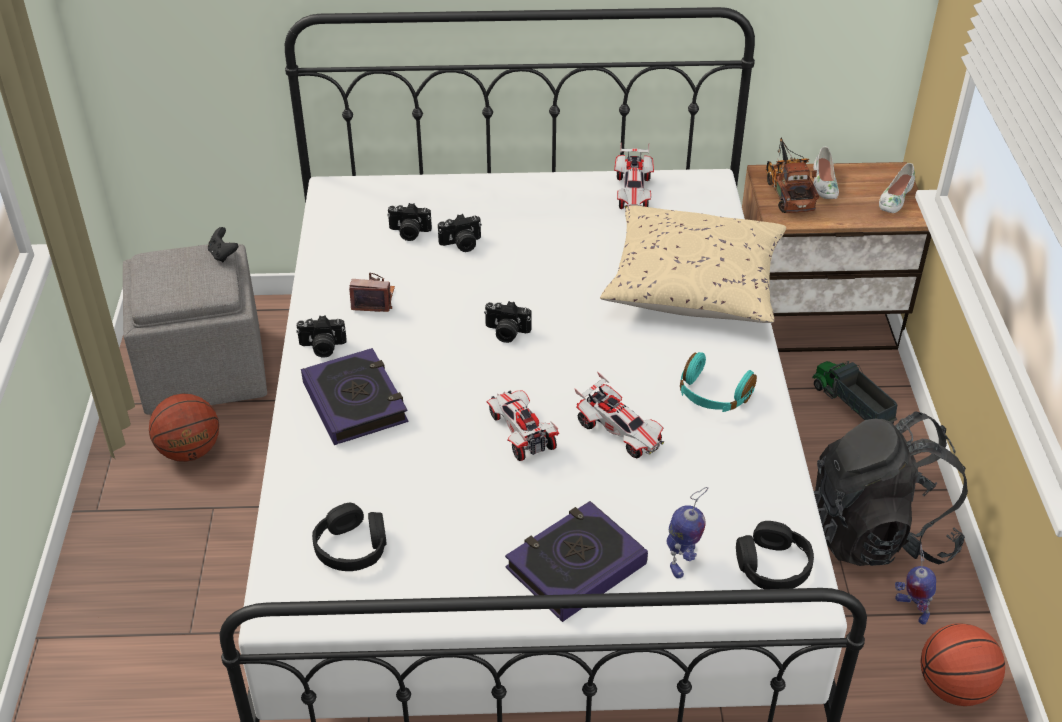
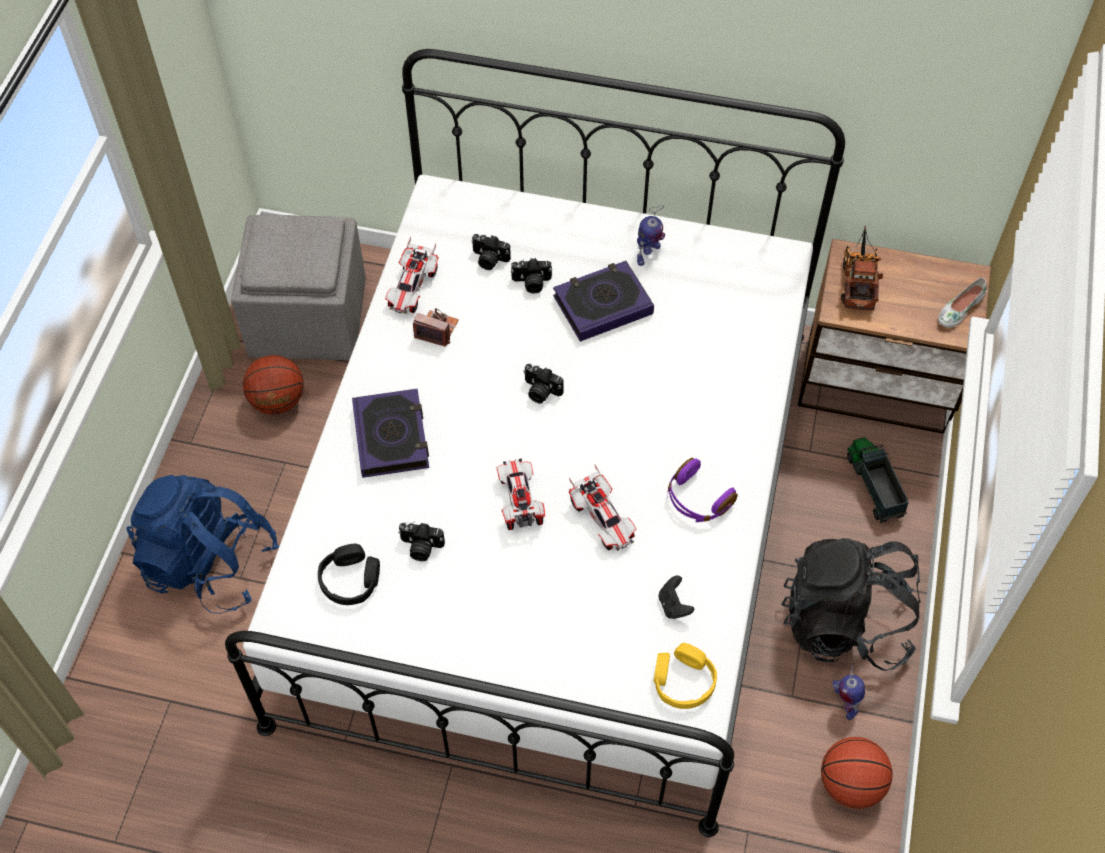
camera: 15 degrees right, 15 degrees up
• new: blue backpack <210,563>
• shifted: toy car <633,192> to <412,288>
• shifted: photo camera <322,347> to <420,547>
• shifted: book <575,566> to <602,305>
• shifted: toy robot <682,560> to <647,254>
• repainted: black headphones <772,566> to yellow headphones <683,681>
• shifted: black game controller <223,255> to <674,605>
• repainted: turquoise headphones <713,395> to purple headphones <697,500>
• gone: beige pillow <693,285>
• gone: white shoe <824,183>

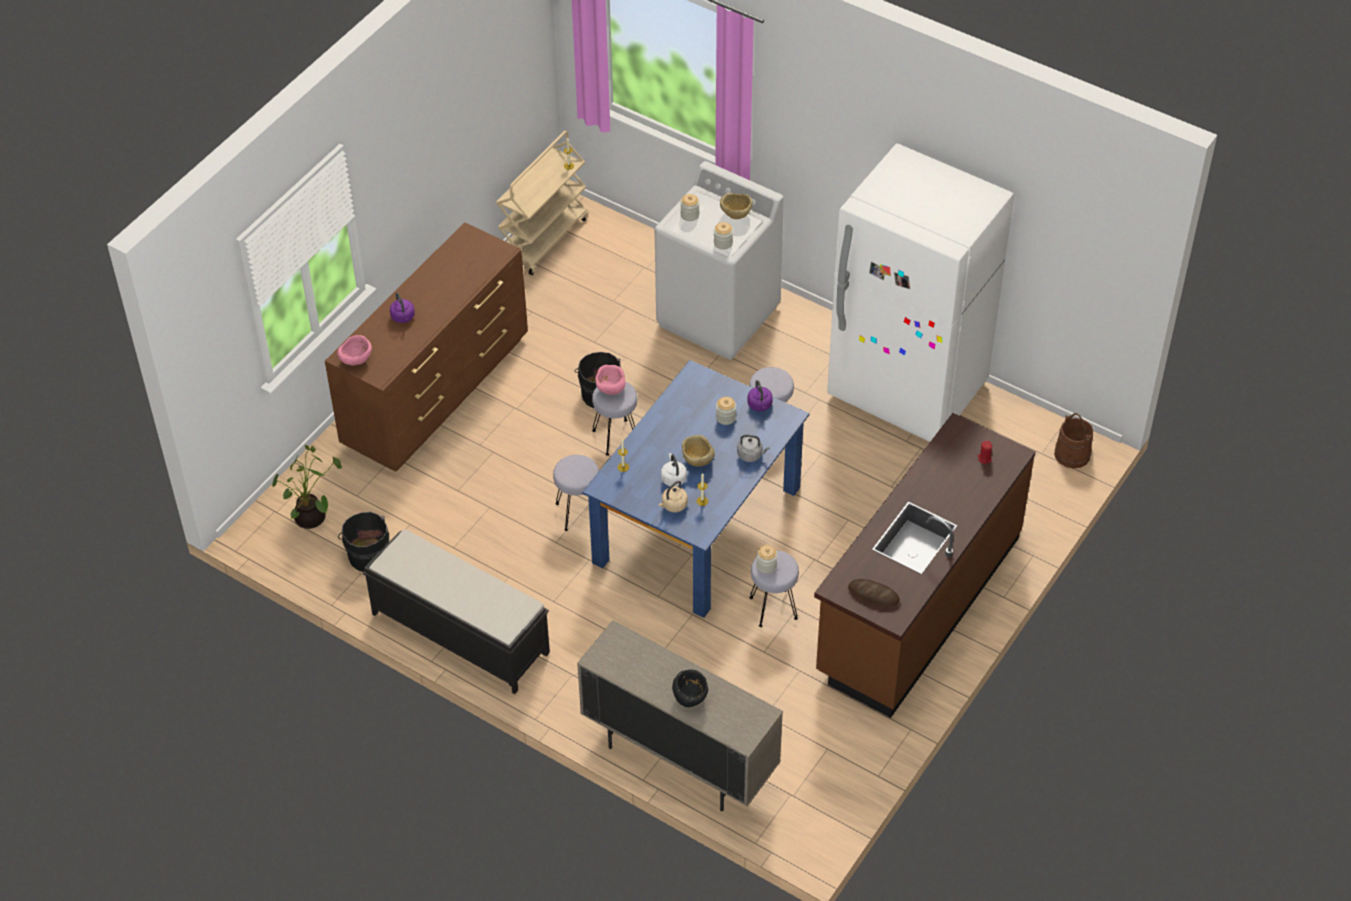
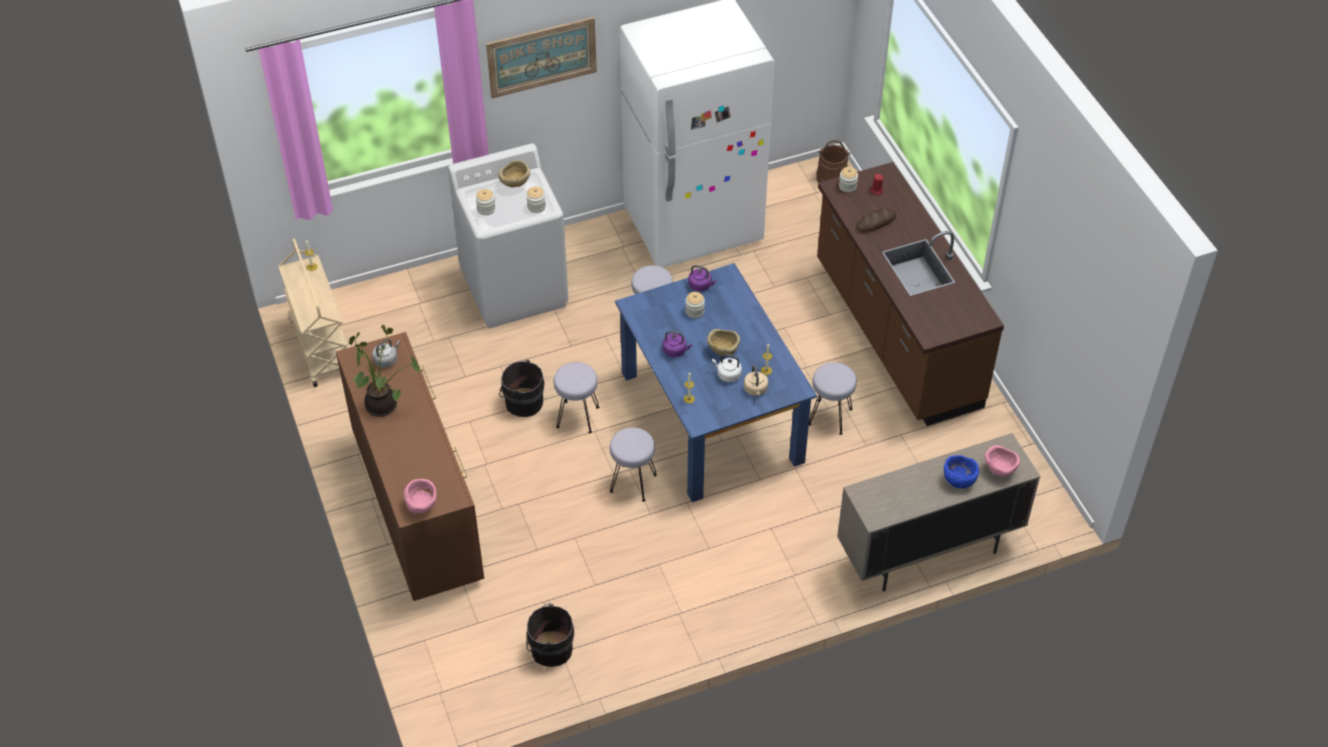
camera: 55 degrees left, 0 degrees up
• shifted: potted plant <312,519> to <384,405>
• shifted: grey kettle <751,455> to <386,360>
• new: picture <542,57>
• shifted: purple kettle <403,317> to <676,351>
• shifted: jar <766,566> to <847,186>
• shifted: bread <873,595> to <876,222>
• repainted: black bowl <691,698> to blue bowl <958,480>
• shifted: pink bowl <610,389> to <999,470>
• gone: black bench <459,633>

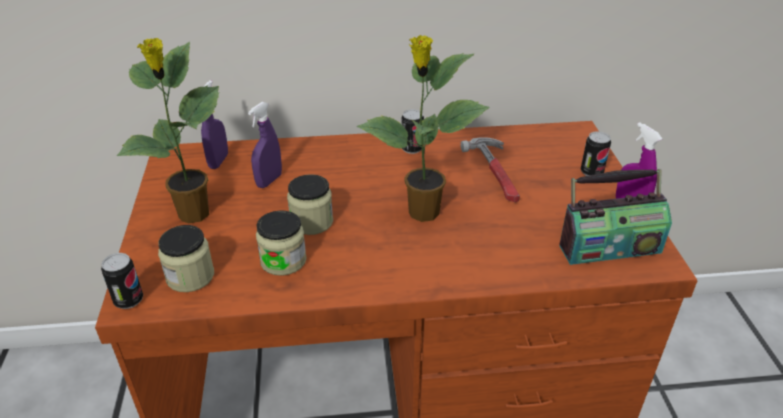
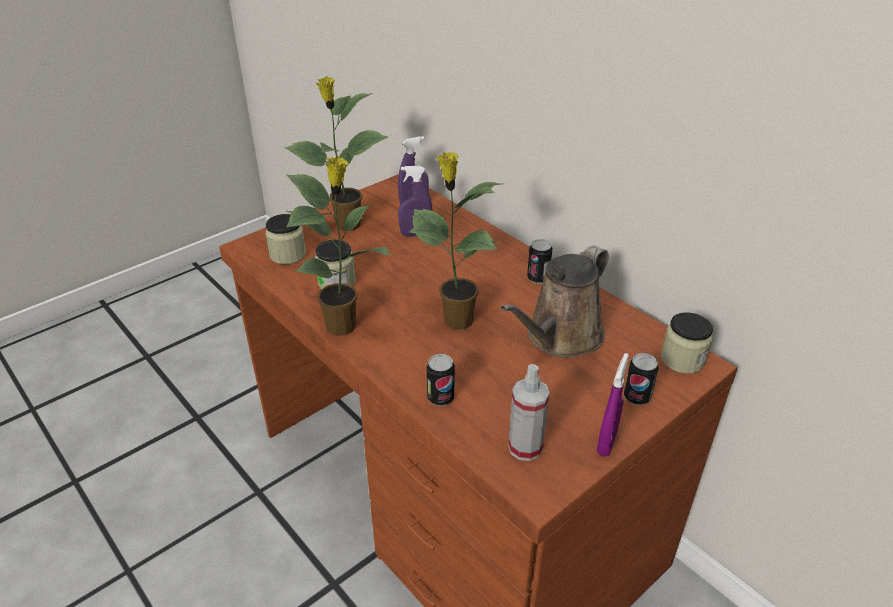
camera: 55 degrees right, 0 degrees up
• new: potted plant <343,326>
• shifted: can <129,300> to <440,398>
• swapped: hammer <496,173> to brown watering can <560,337>
• swapped: radio <608,247> to spray bottle <525,447>
• shifted: jar <311,222> to <682,359>

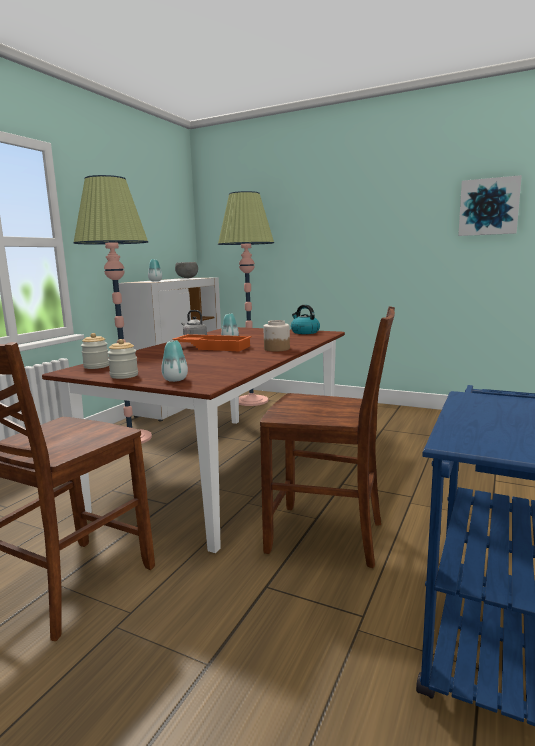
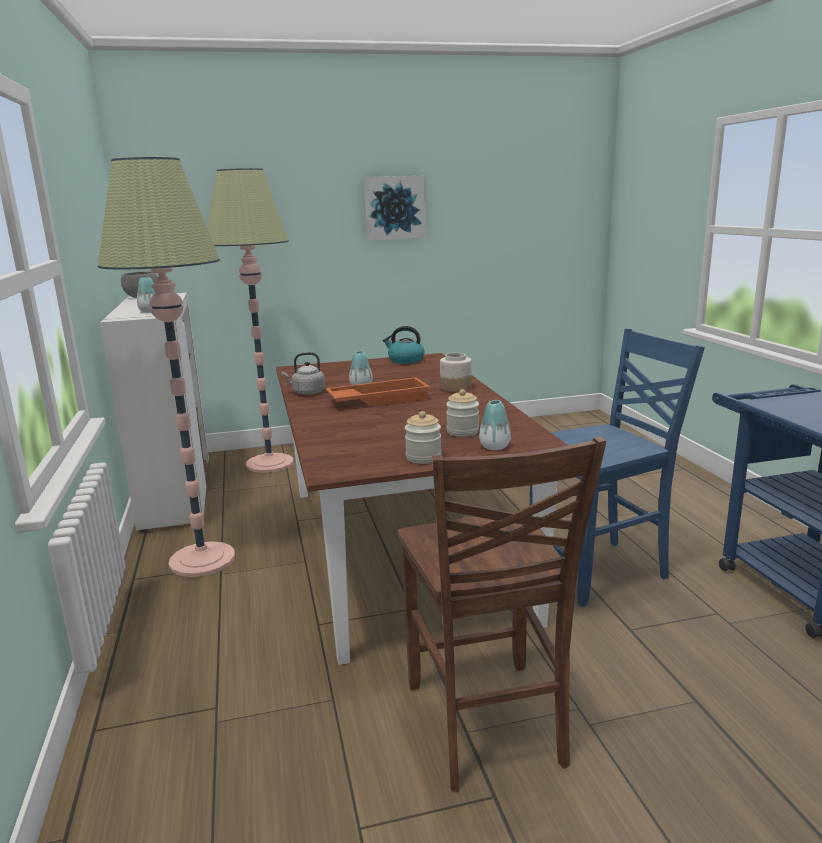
camera: 40 degrees left, 5 degrees up
• shifted: picture <489,207> to <394,208>
• shifted: jar <96,366> to <462,432>
• repainted: brown chair <328,537> to blue chair <601,571>

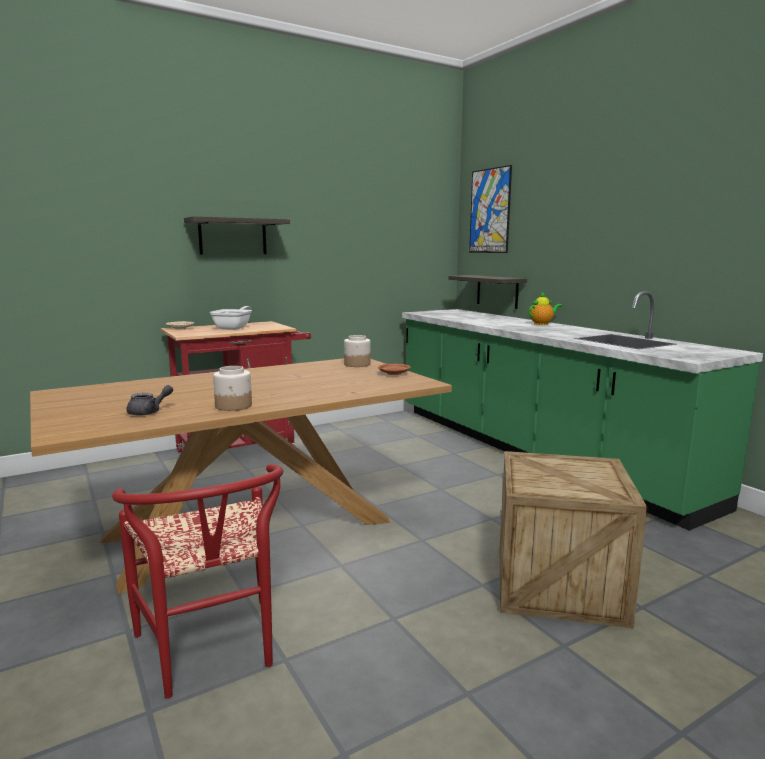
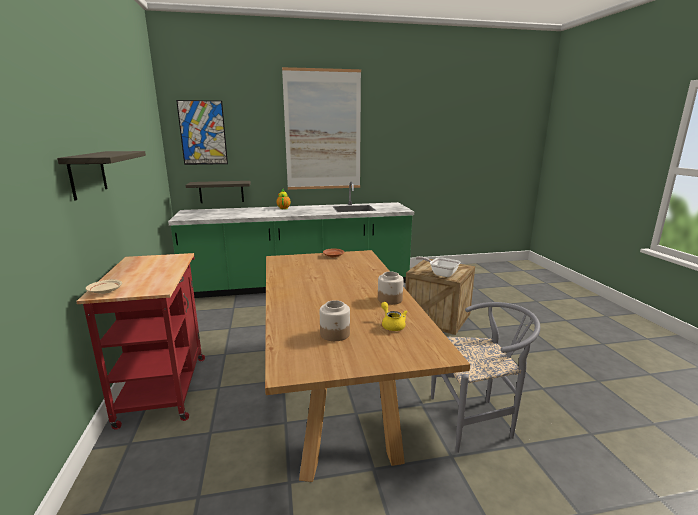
camera: 70 degrees left, 5 degrees up
• new: picture <323,131>
• shifted: jar <357,364> to <335,334>
• repainted: grey teapot <149,412> to yellow teapot <392,325>
• shifted: frying pan <234,328> to <441,273>
• repainted: red chair <212,653> to grey chair <477,420>

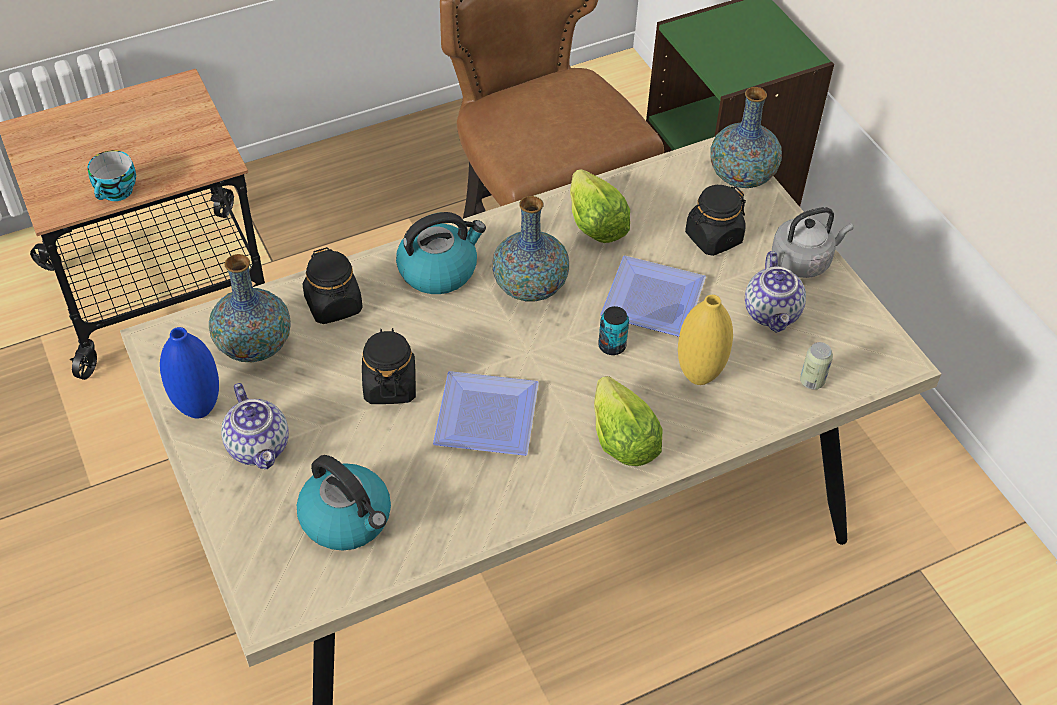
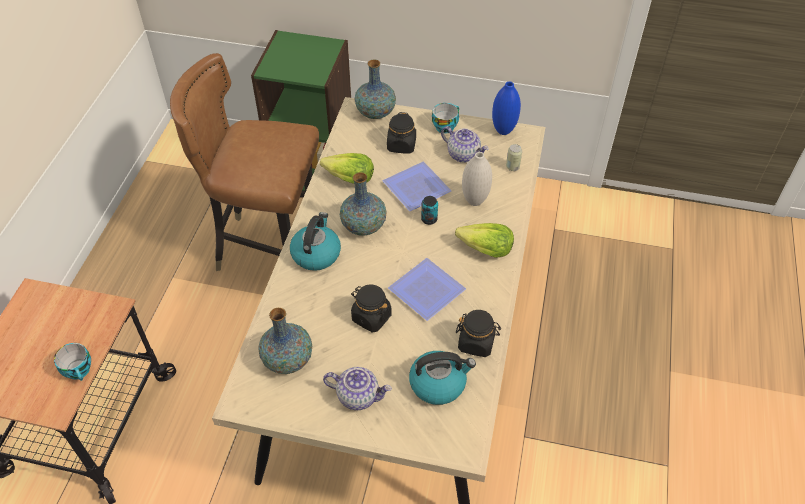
camera: 50 degrees left, 0 degrees up
• swapped: grey kettle <803,261> to cup <445,126>
• shifted: black jar <334,305> to <476,343>
• repainted: yellow vase <699,375> to white vase <474,201>
• shifted: blue vase <198,408> to <503,130>

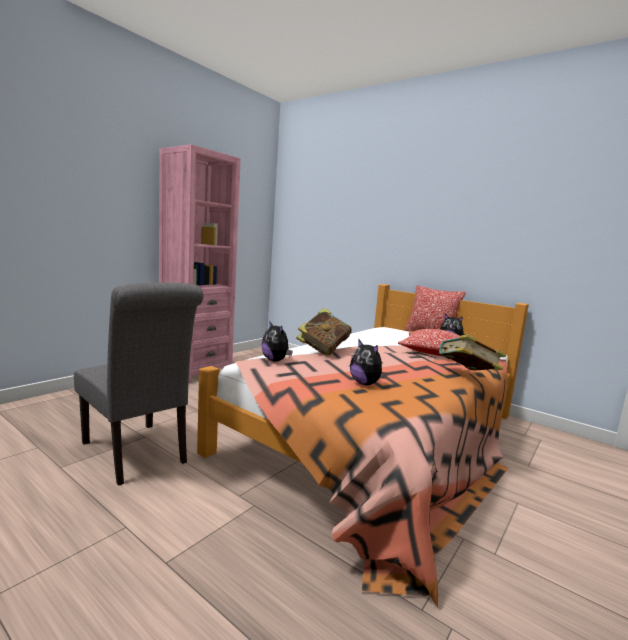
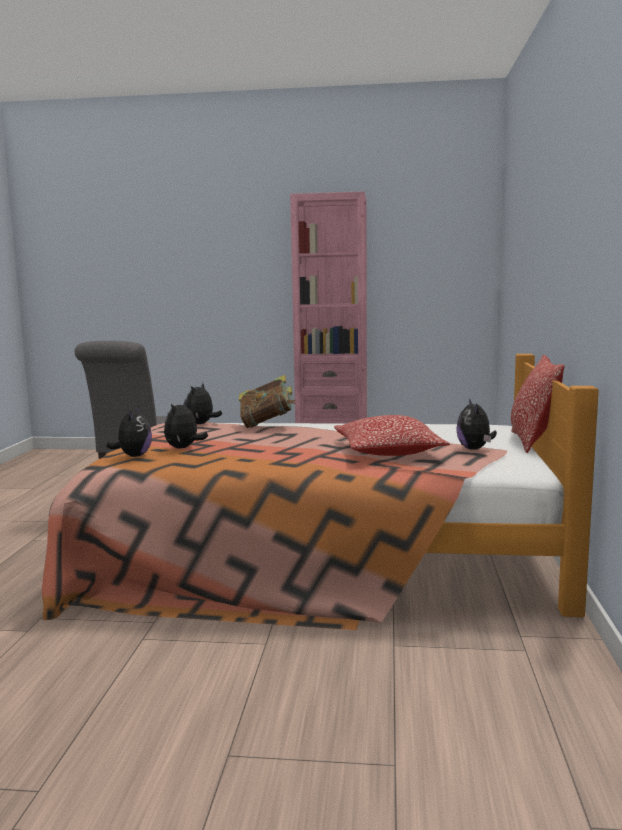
camera: 60 degrees right, 0 degrees up
• new: plush toy <133,456>
• gone: book <467,374>

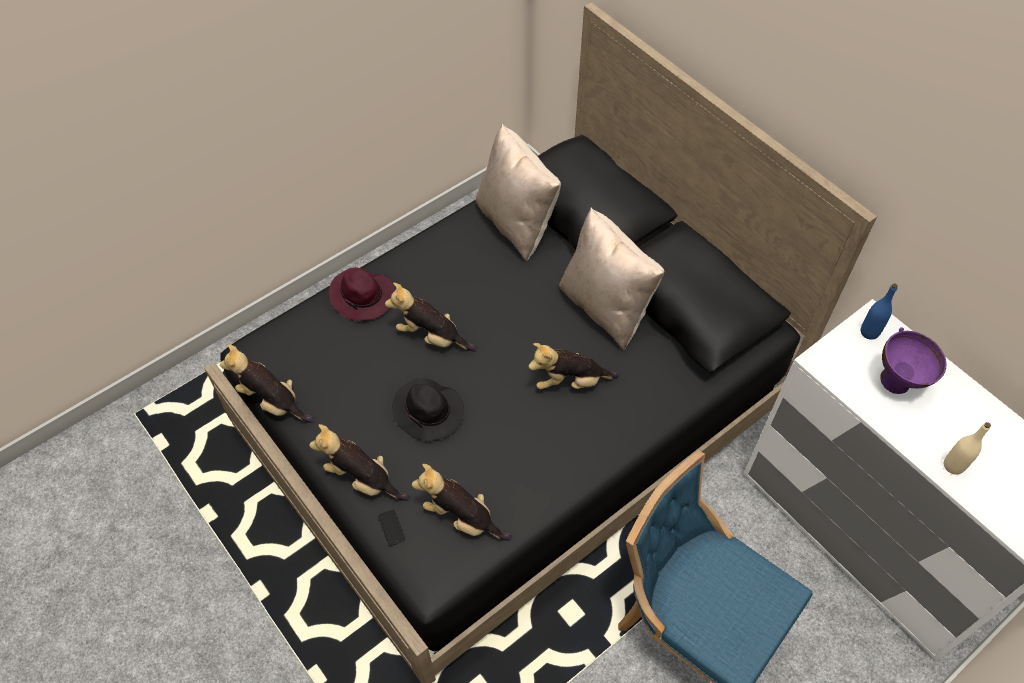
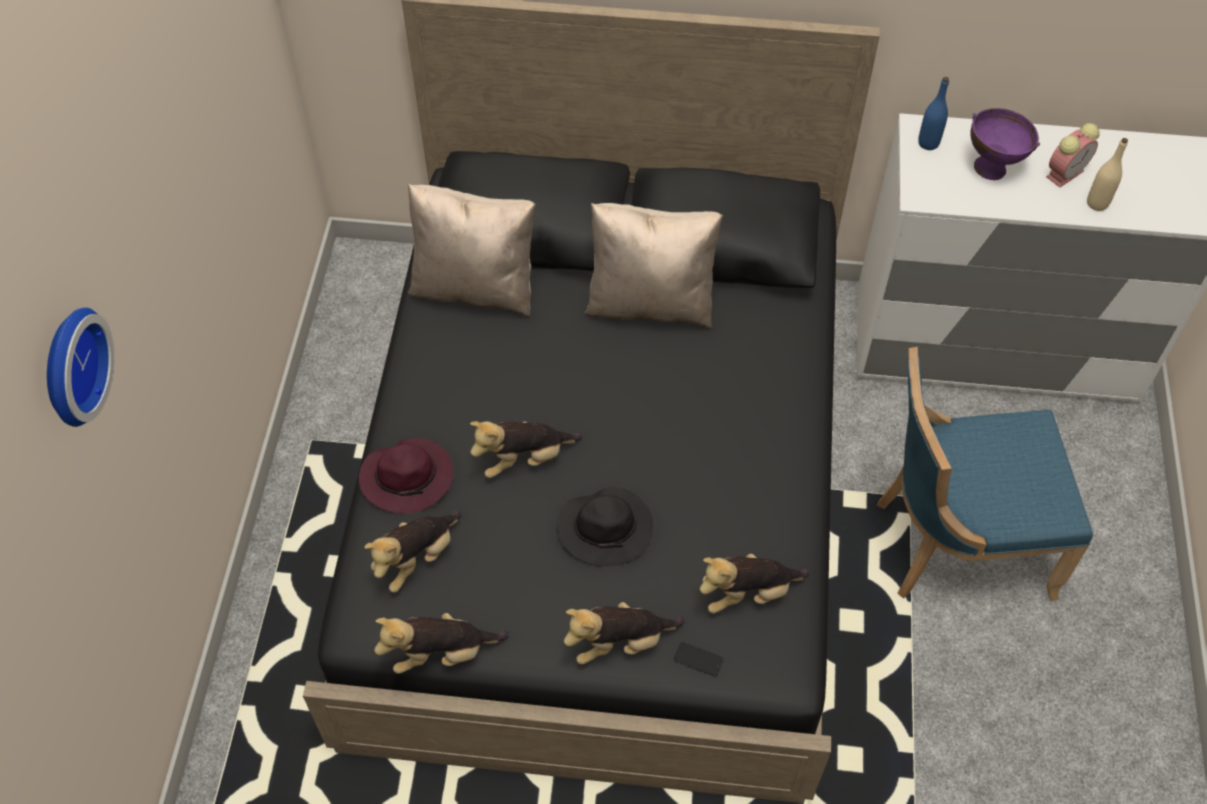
camera: 45 degrees left, 0 degrees up
• new: wall clock <69,366>
• shifted: plush toy <570,381> to <417,559>
• new: alarm clock <1065,173>

